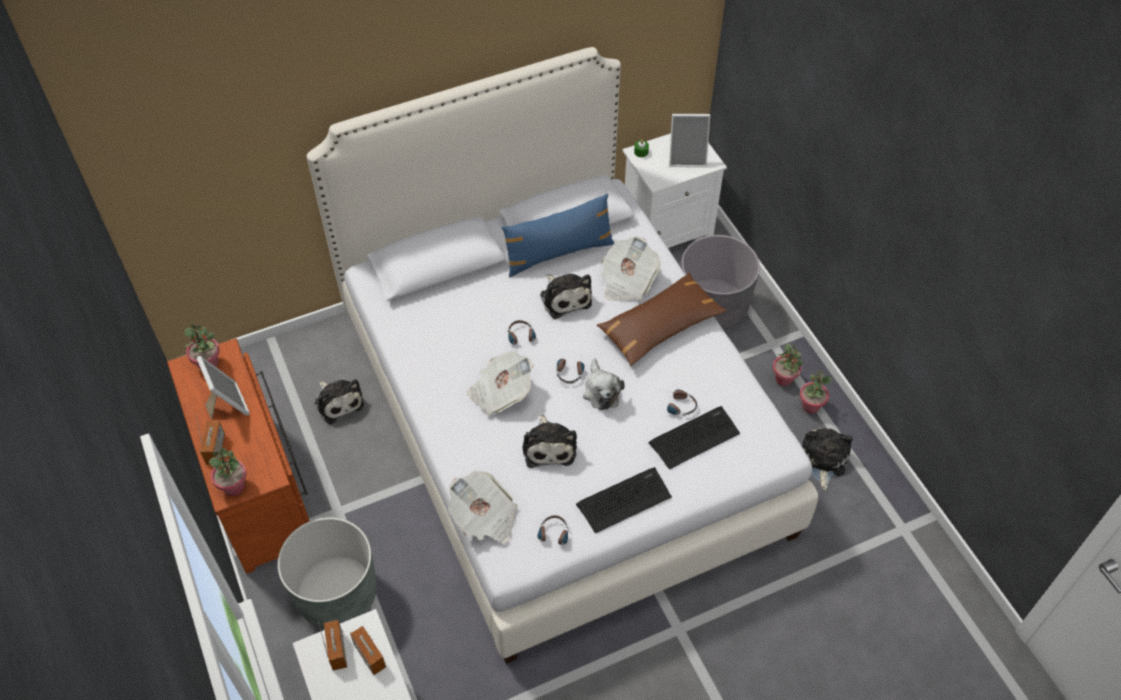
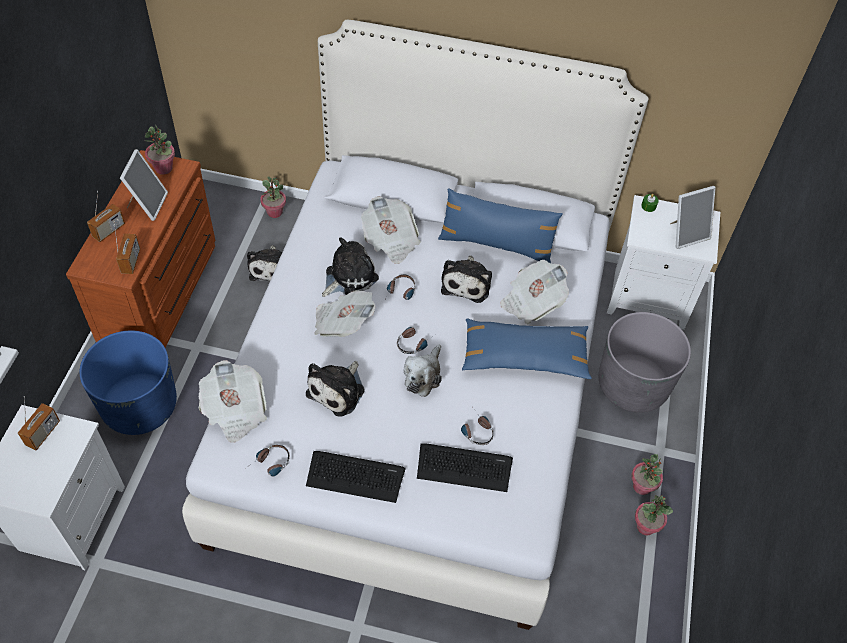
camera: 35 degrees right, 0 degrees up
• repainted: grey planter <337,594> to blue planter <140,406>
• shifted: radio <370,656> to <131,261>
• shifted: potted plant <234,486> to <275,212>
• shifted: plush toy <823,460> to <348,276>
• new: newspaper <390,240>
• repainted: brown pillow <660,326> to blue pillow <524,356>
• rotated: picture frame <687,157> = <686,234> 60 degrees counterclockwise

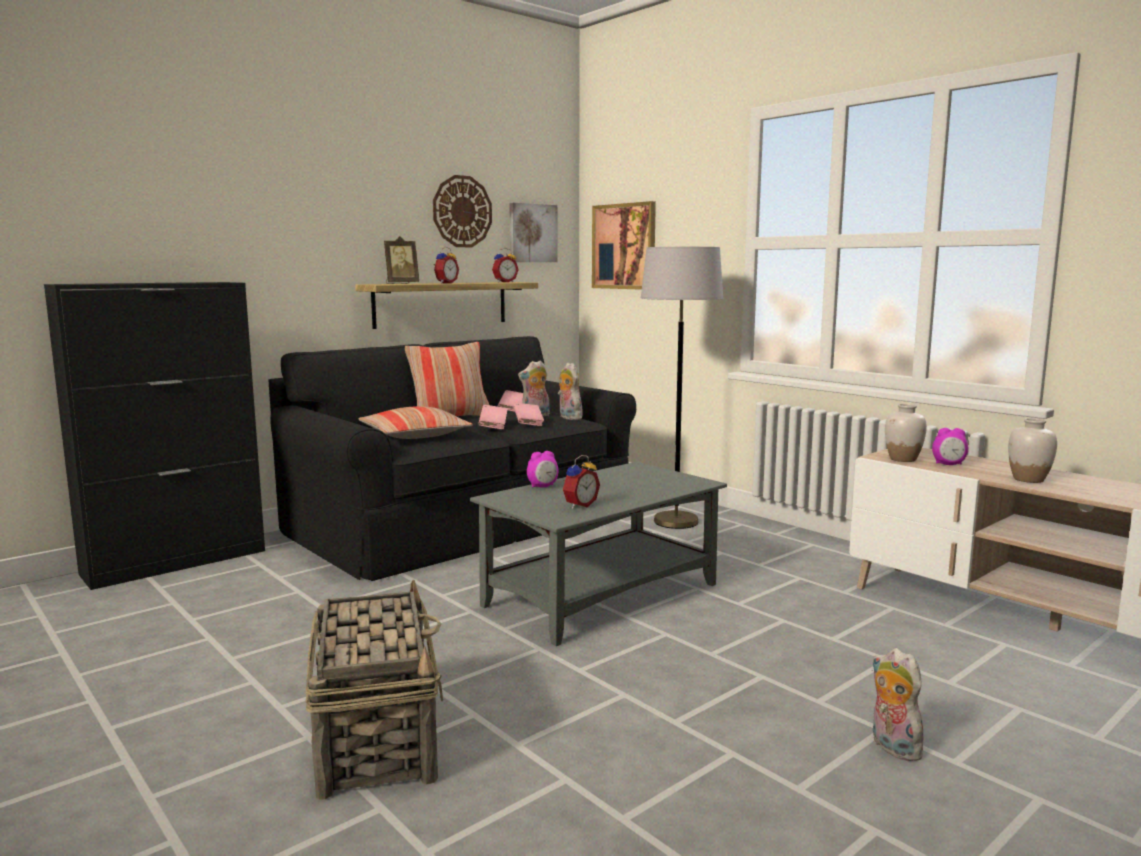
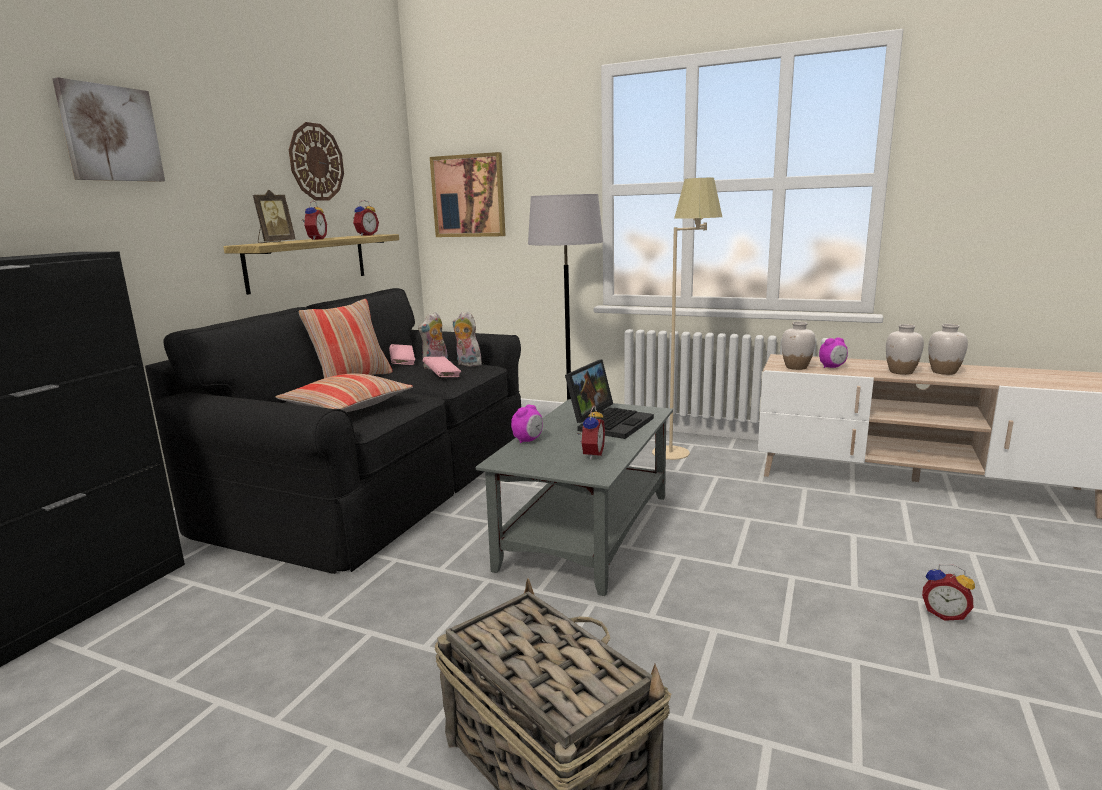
camera: 25 degrees left, 5 degrees up
• shifted: picture <532,233> to <110,134>
• new: laptop <609,422>
• new: beige floor lamp <682,458>
• swapped: plush toy <891,747> to alarm clock <944,614>
• new: white vase <943,372>
• gone: pink book <493,426>

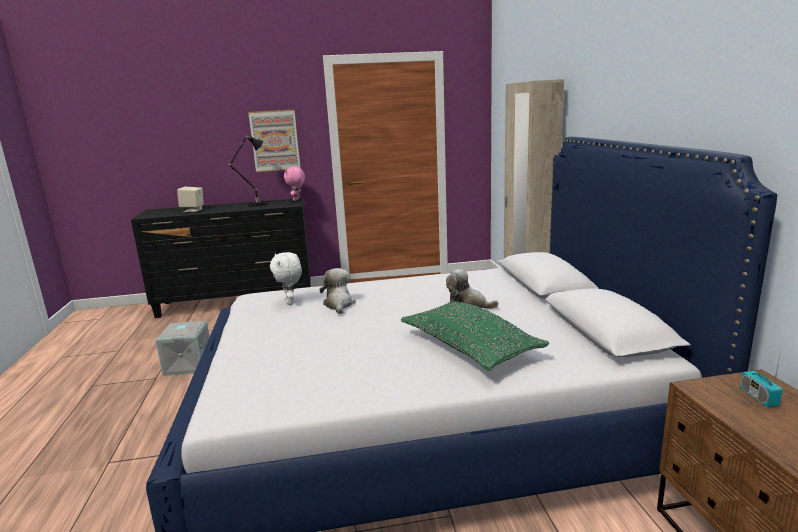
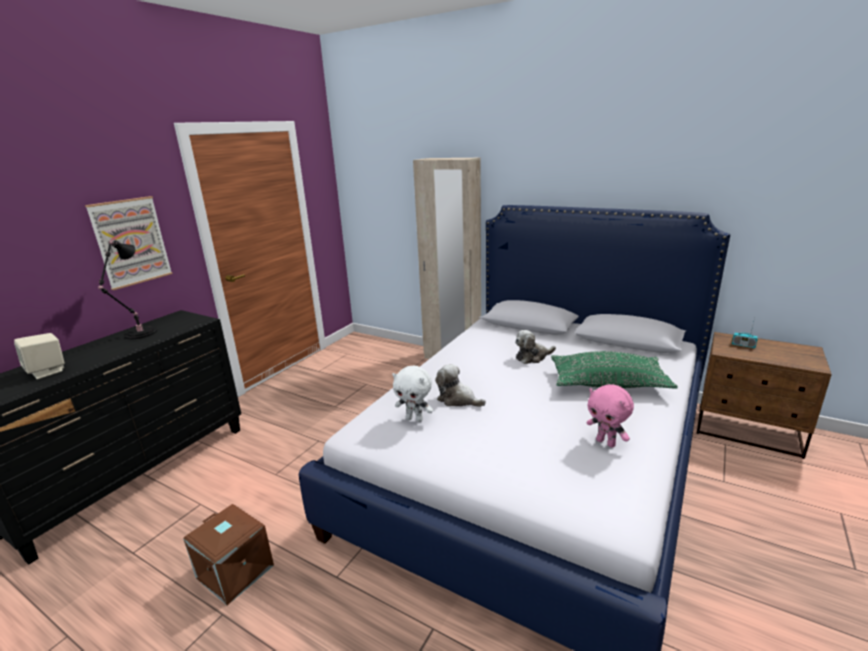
camera: 50 degrees left, 5 degrees up
• repainted: grey storage box <187,365> to brown storage box <234,572>
• shifted: pink plush toy <297,200> to <606,442>

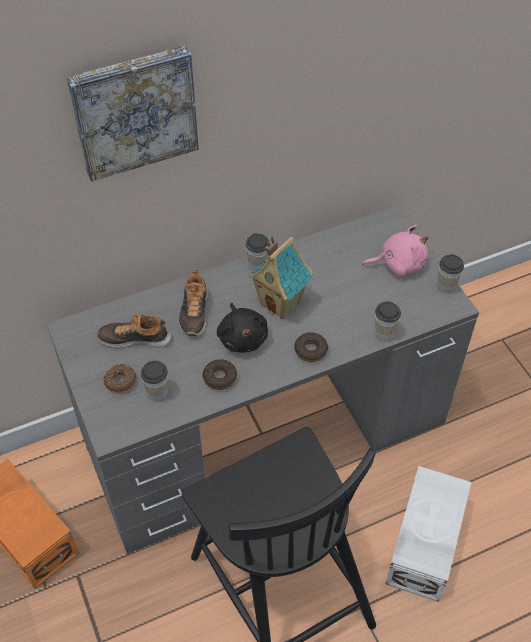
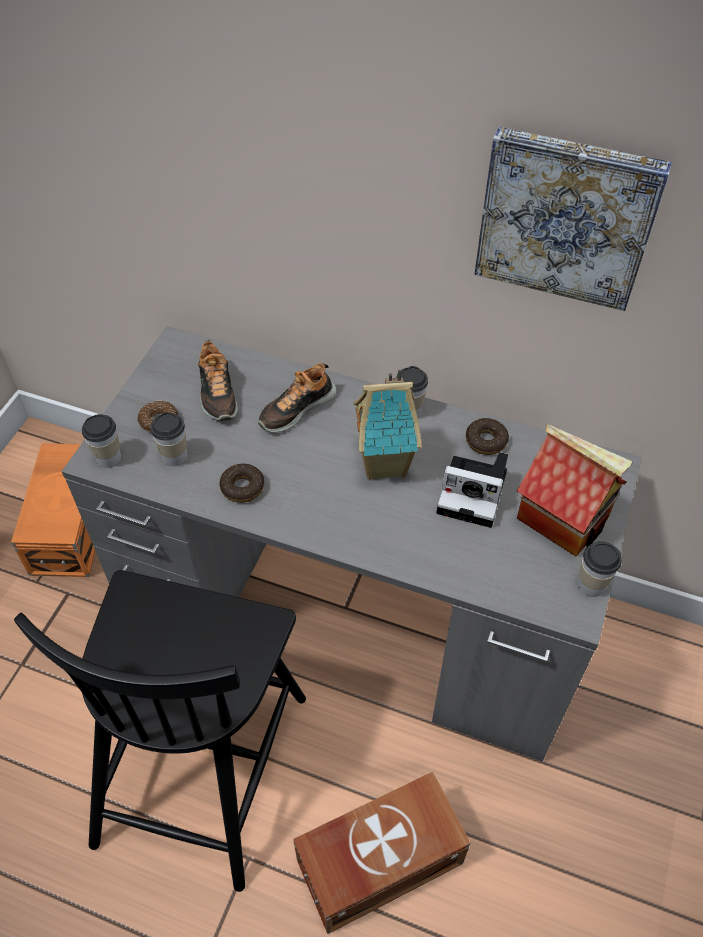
camera: 45 degrees right, 0 degrees up
• shifted: cup <384,333> to <108,458>
• rotated: shoe <135,338> = <217,393> 150 degrees counterclockwise
• repainted: white storage box <422,545> to brown storage box <376,860>
• new: photo camera <475,493>
• shifted: donut <310,350> to <486,441>
• shifted: picture <134,111> to <567,217>
• swapped: pink plush toy <398,263> to toy house <564,518>
• gone: black plush toy <242,337>

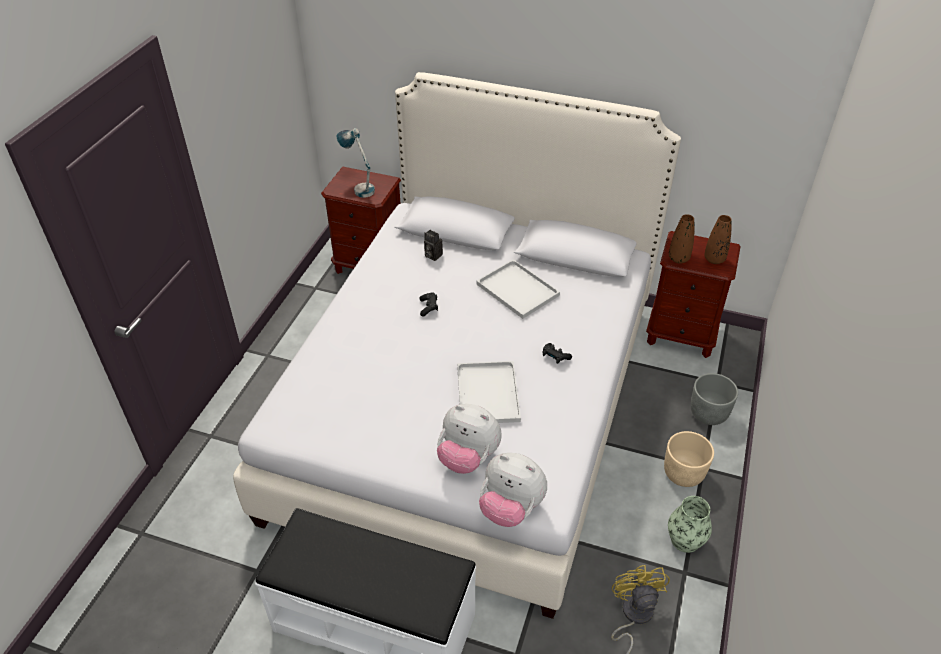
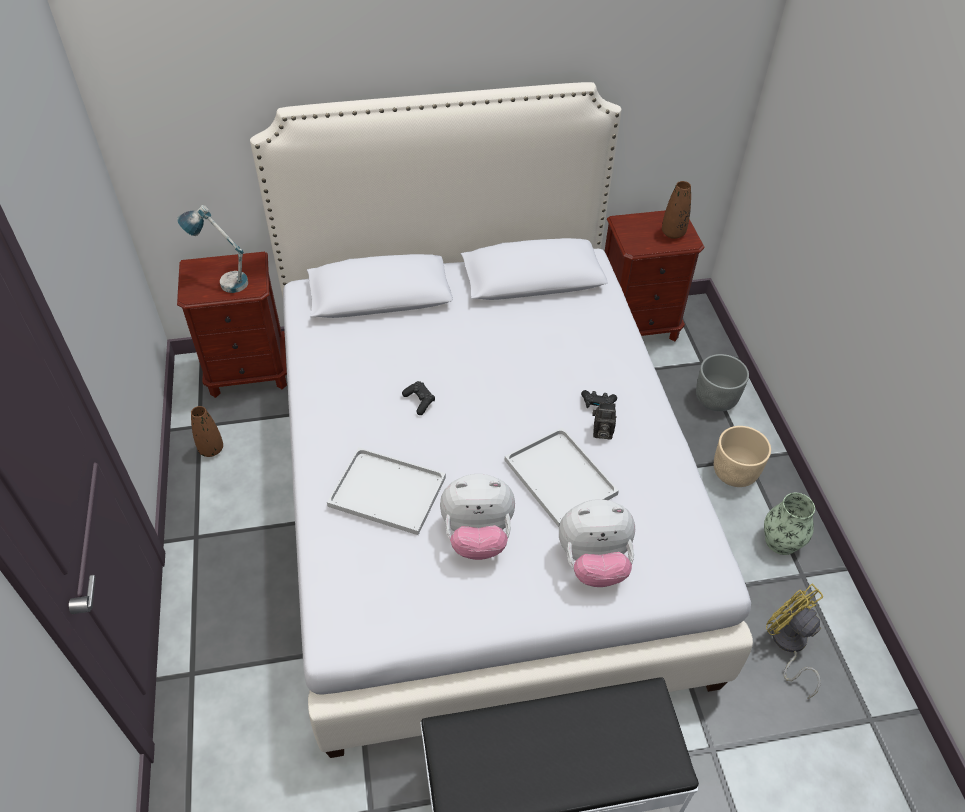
camera: 30 degrees left, 5 degrees up
• shifted: brown vase <678,258> to <211,449>
• shifted: white tray <516,289> to <385,492>
• shifted: plush toy <510,508> to <477,536>
• shifted: photo camera <432,255> to <601,432>

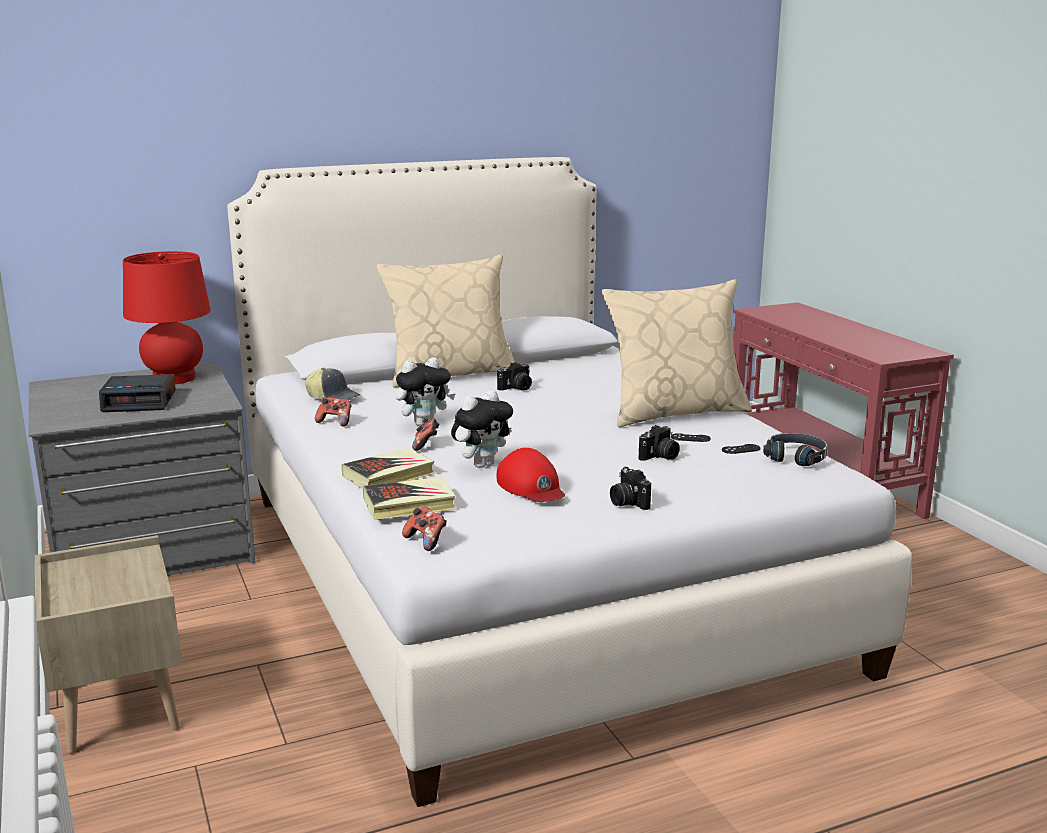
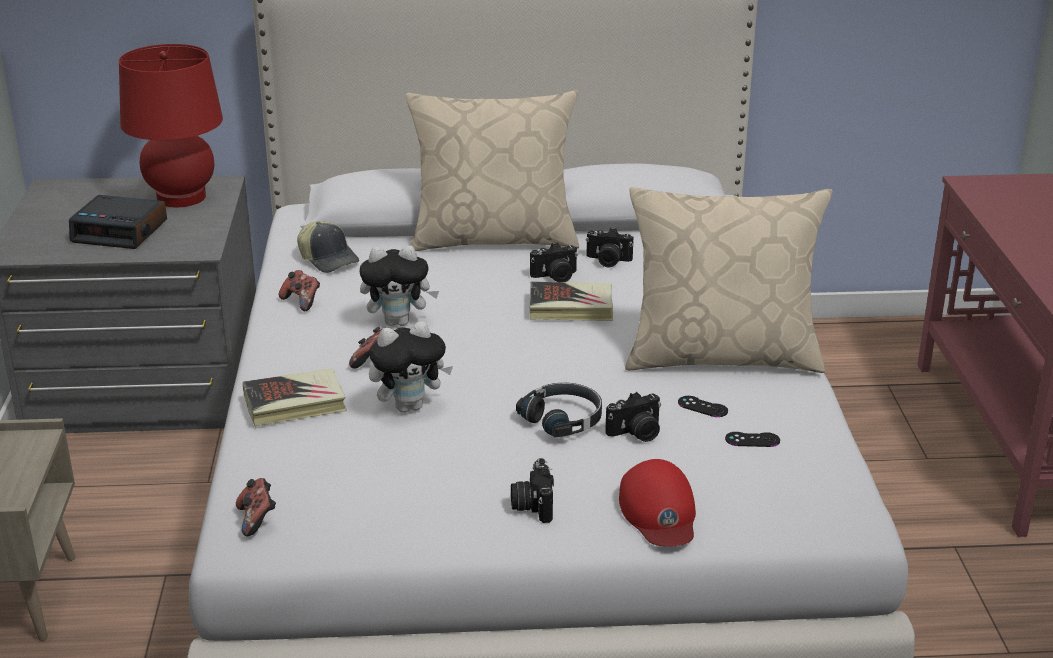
camera: 20 degrees right, 10 degrees up
• shifted: black headphones <796,457> to <563,419>
• shifted: book <409,504> to <571,307>
• new: photo camera <607,261>
• shifted: red cap <531,486> to <659,512>

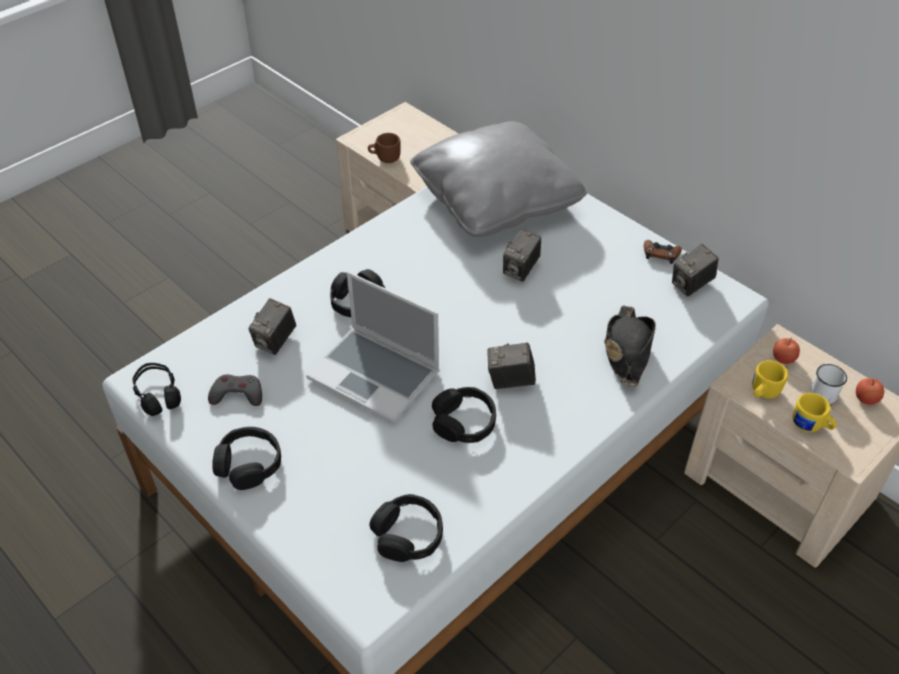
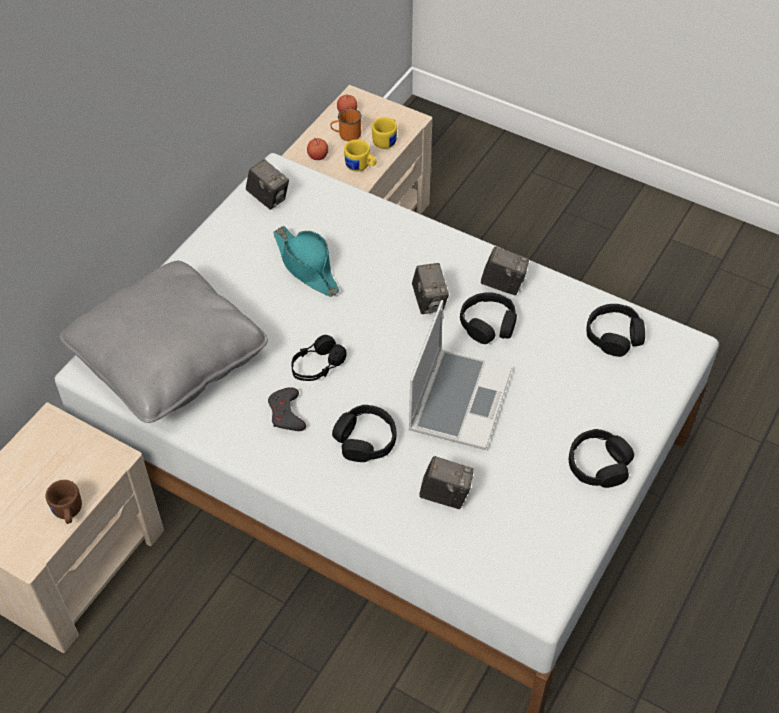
camera: 105 degrees left, 5 degrees up
• shifted: grey game controller <237,394> to <286,413>
• new: turquoise hat <307,266>
• shifted: black headphones <158,395> to <317,366>
• repainted: white mug <822,390> to orange mug <346,134>
• shifted: photo camera <521,270> to <503,284>
• gone: black hat <627,350>
• gone: brown game controller <661,254>

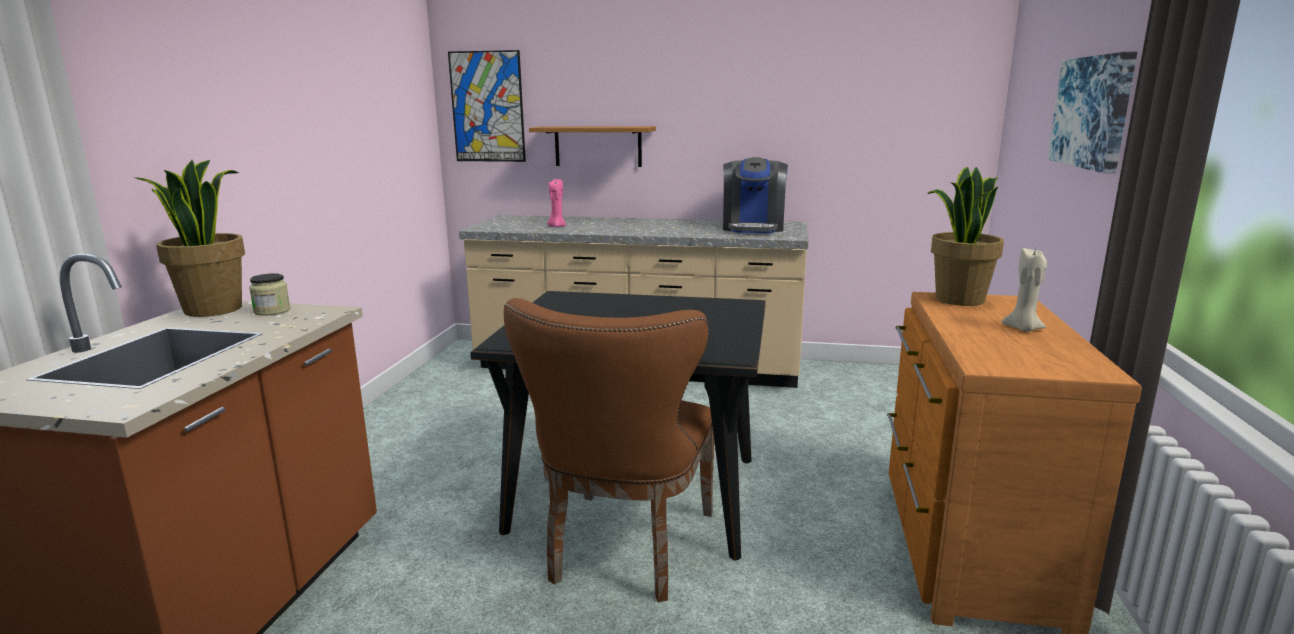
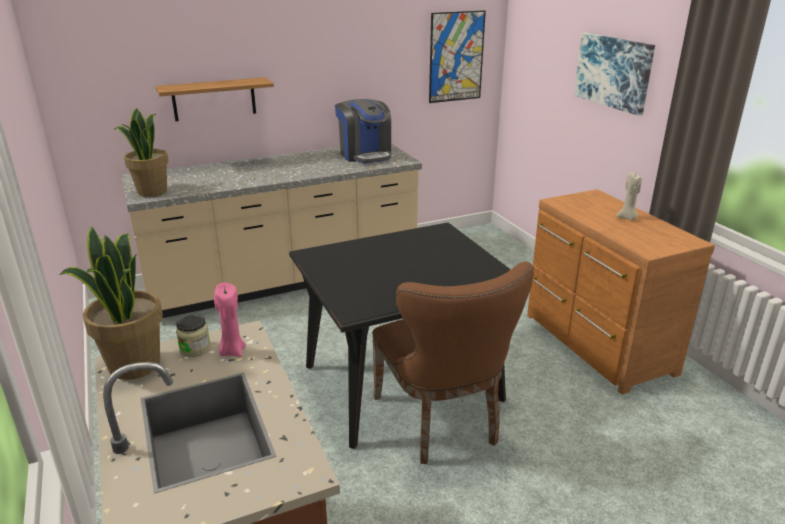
camera: 35 degrees left, 10 degrees up
• shifted: potted plant <958,299> to <151,191>
• shifted: pink candle <556,226> to <232,351>
• shifted: picture <487,107> to <456,57>

